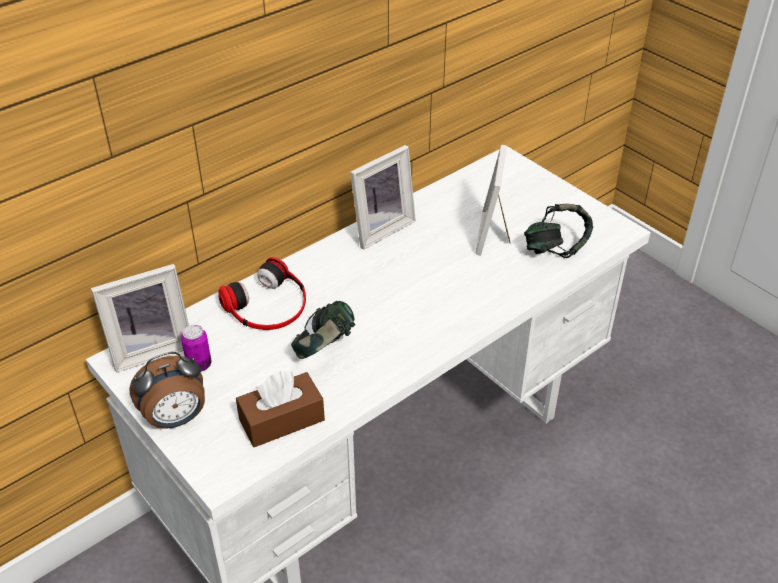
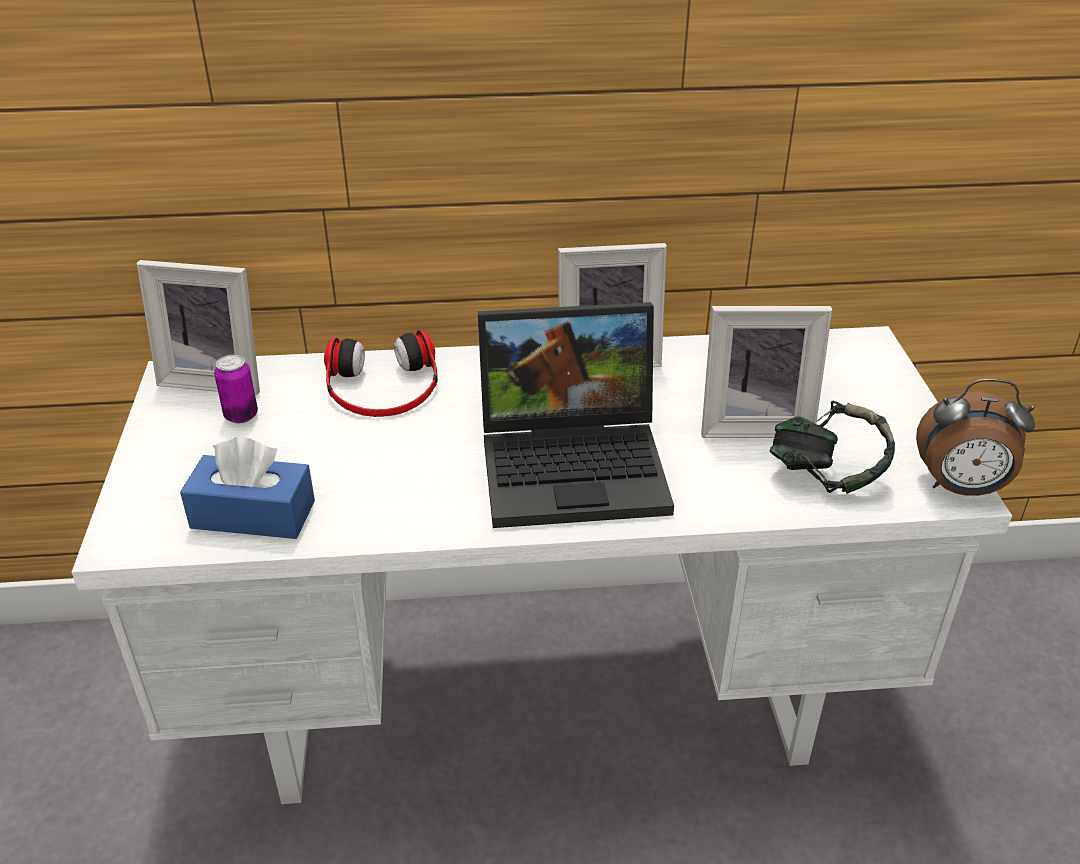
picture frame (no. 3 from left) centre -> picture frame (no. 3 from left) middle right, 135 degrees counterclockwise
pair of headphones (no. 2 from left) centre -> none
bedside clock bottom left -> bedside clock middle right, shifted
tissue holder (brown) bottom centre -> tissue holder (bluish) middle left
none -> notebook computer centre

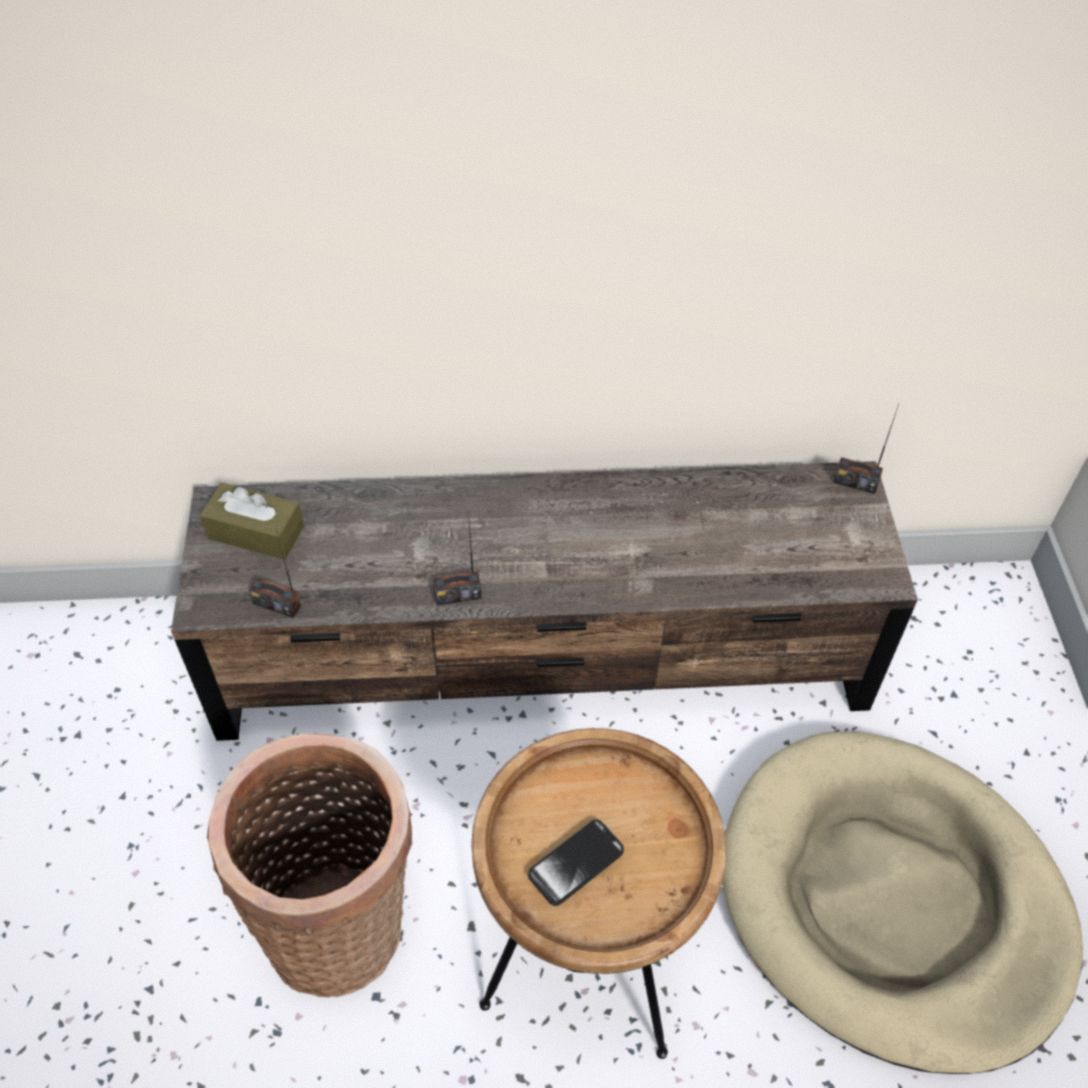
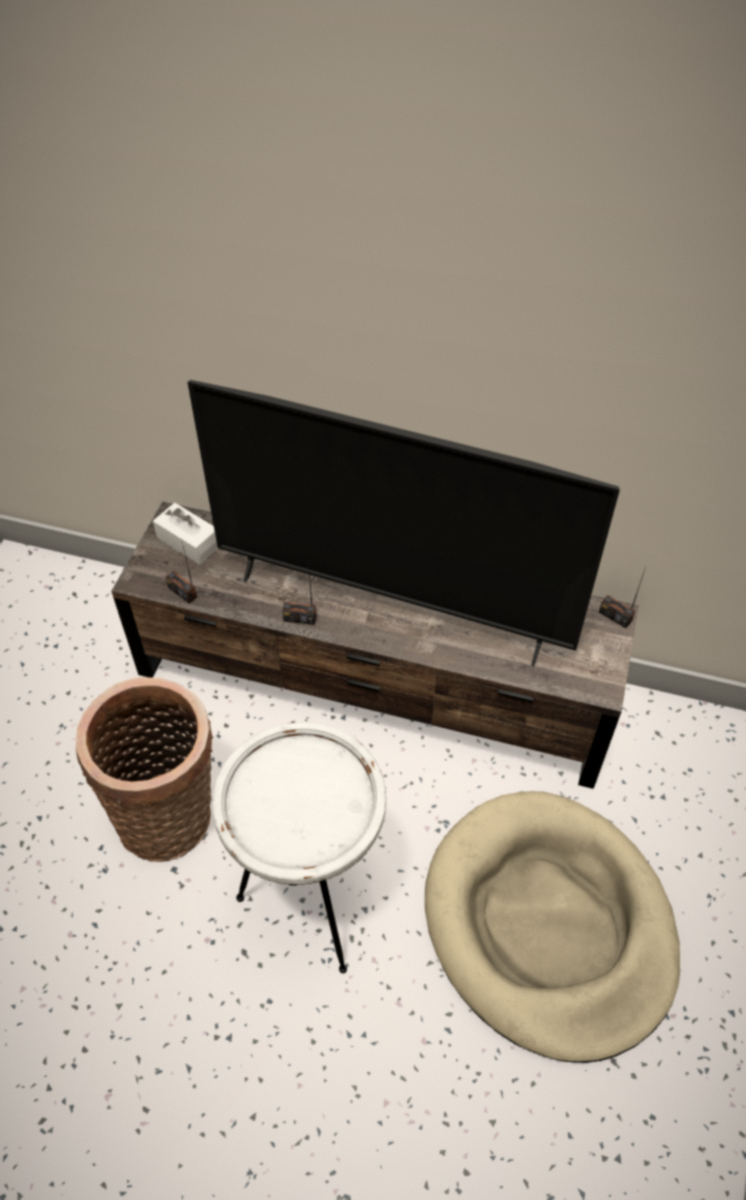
tissue holder (brown) middle left -> tissue holder (whitish) middle left
end table (brown) bottom centre -> end table (whitish) bottom centre
phone bottom centre -> none
none -> television centre

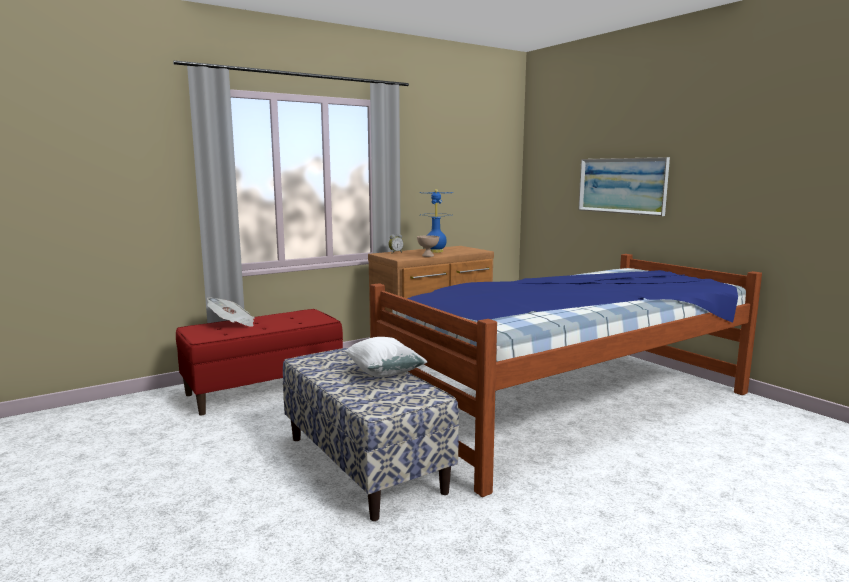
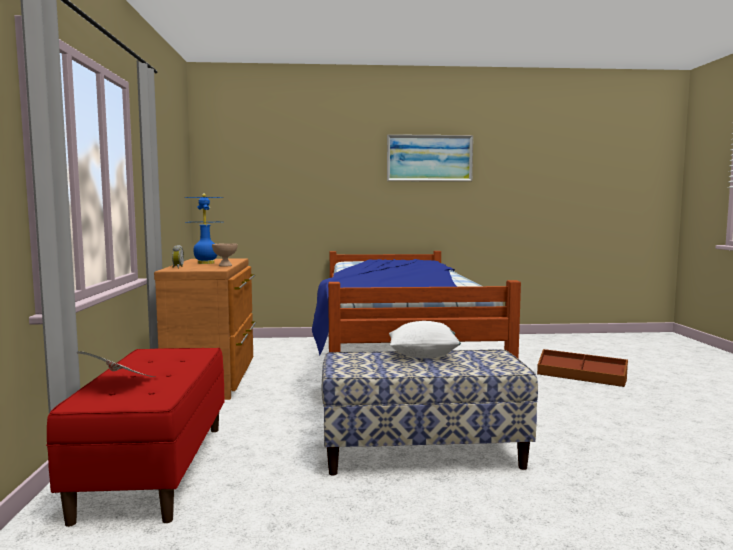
wall art top right -> wall art top centre, shifted
none -> storage box (brown) bottom right

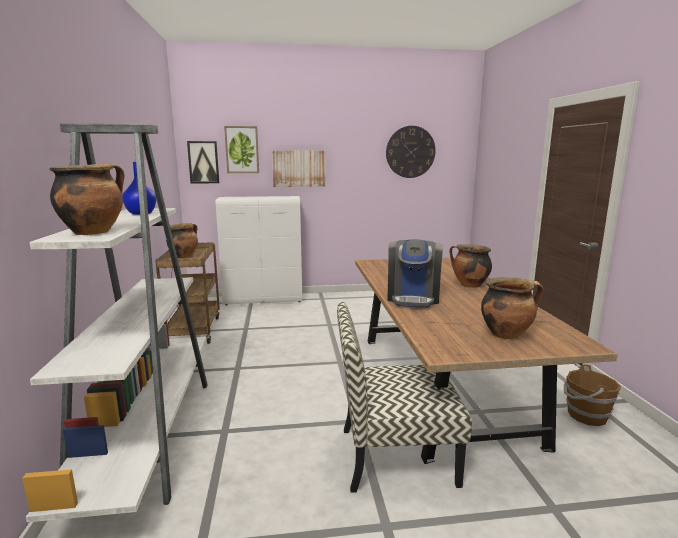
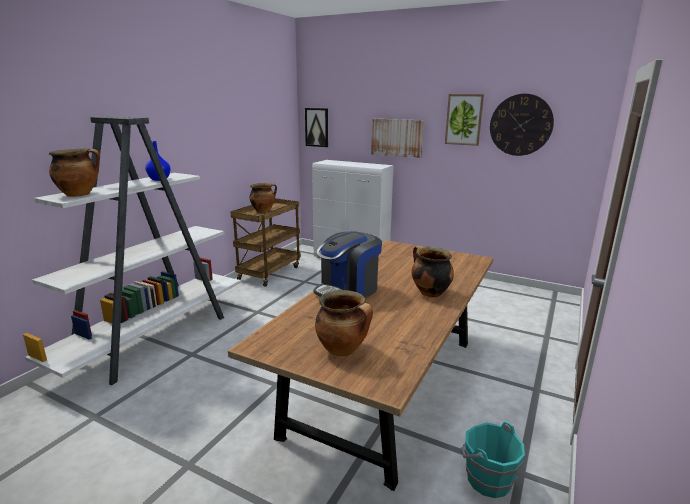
wall art (no. 2 from left in the first image) top centre -> wall art (no. 3 from left) top right, shifted
chair bottom centre -> none
water bucket (brown) bottom right -> water bucket (turquoise) bottom right

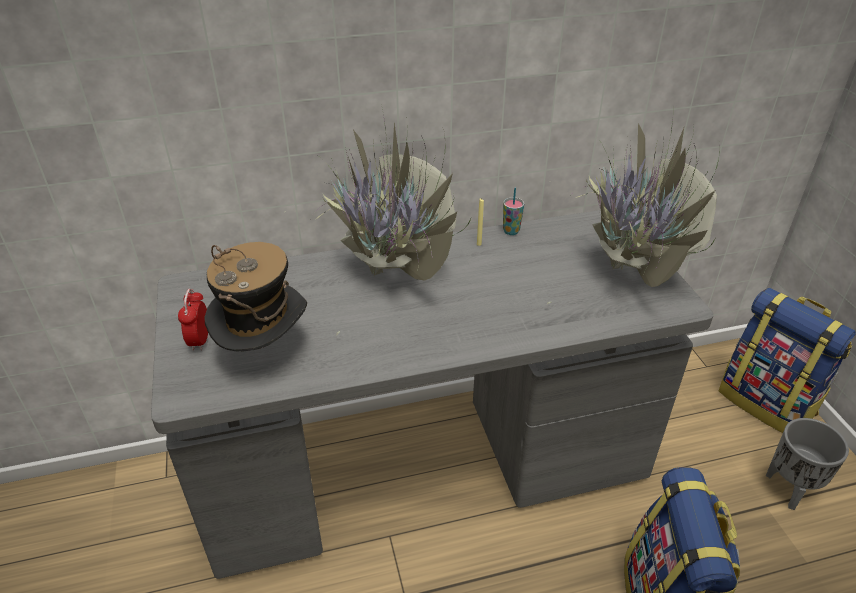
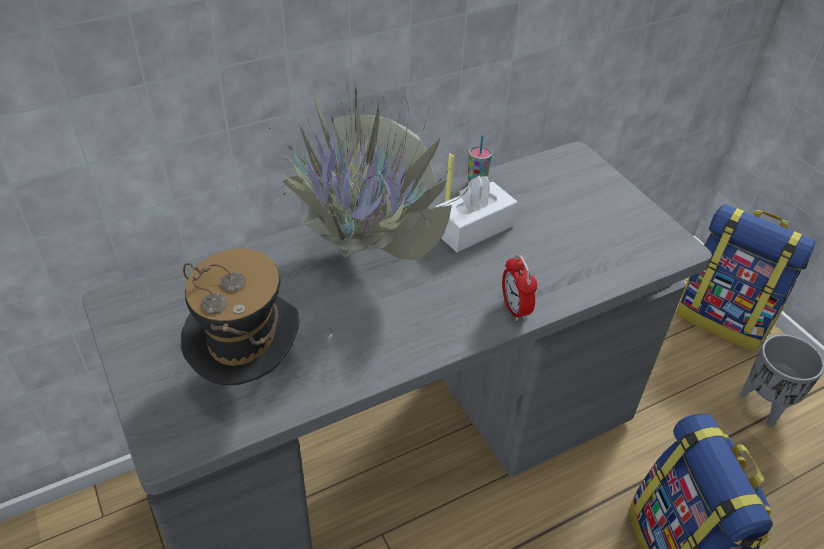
plant in a pot (no. 2 from left) middle right -> none
bedside clock middle left -> bedside clock centre, shifted
none -> tissue holder (whitish) centre

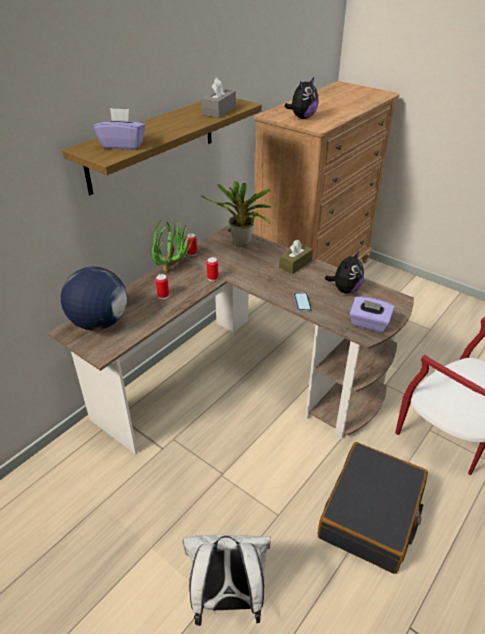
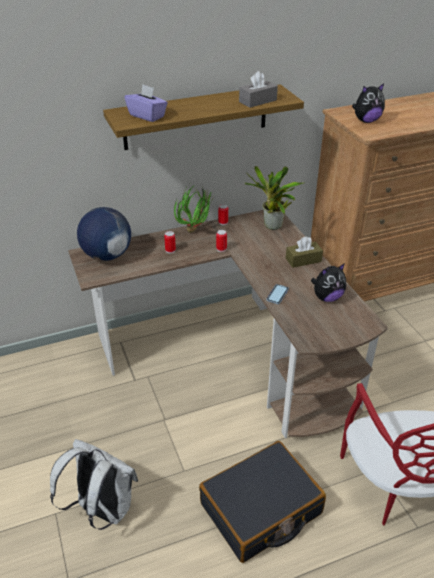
tissue holder (purple-coloured) (no. 2 from left) middle right -> none

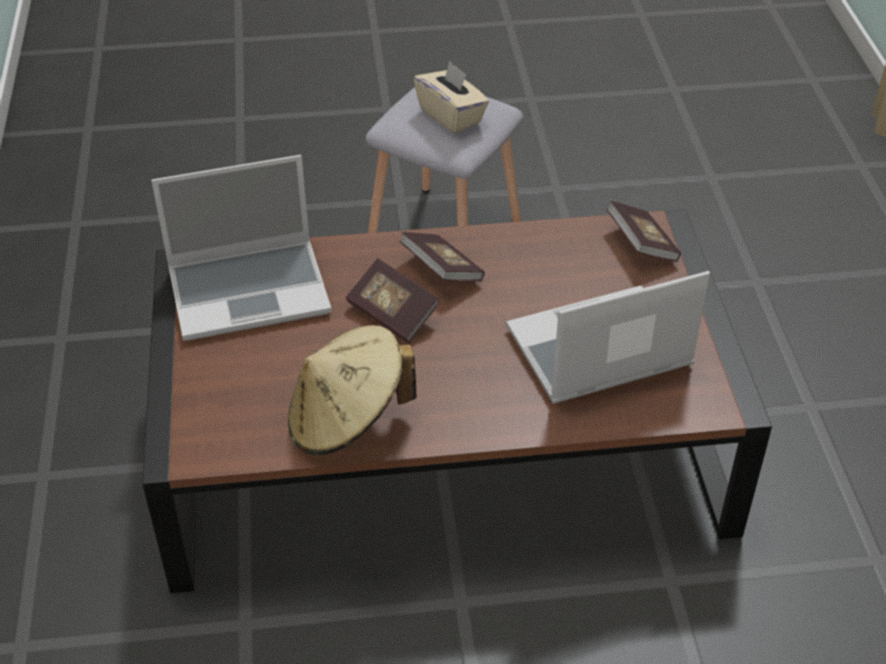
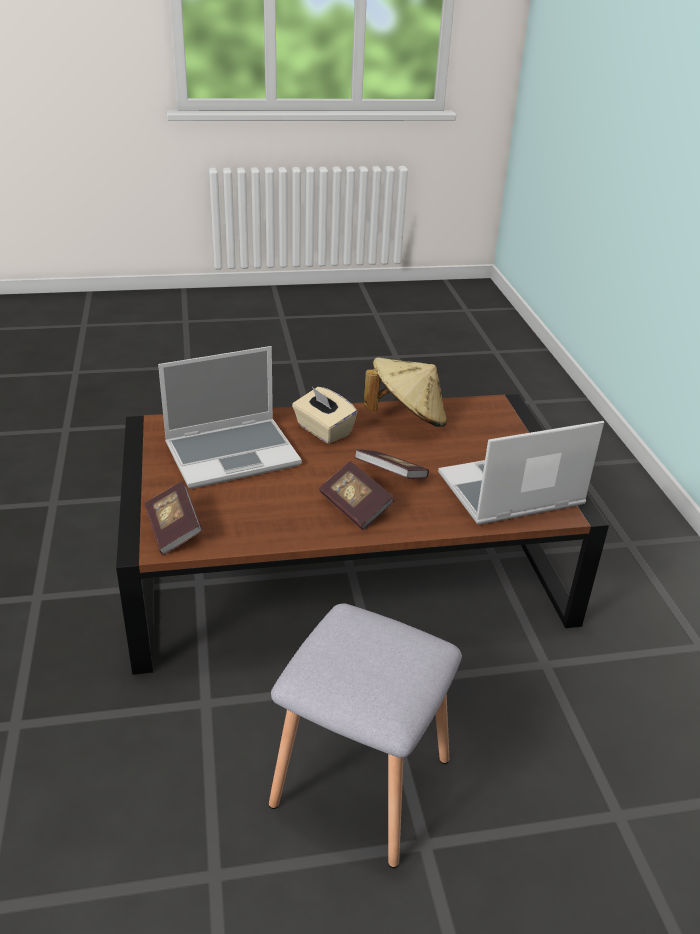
tissue holder (beige) top centre -> tissue holder (beige) centre, shifted

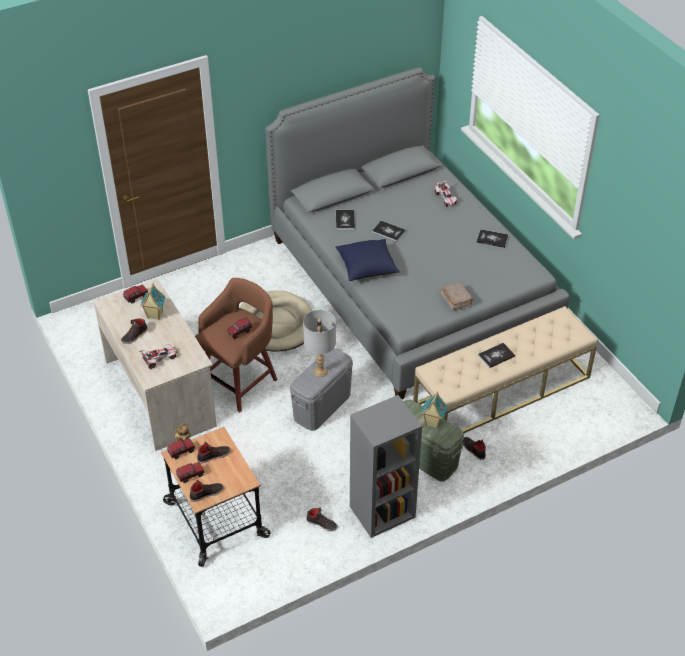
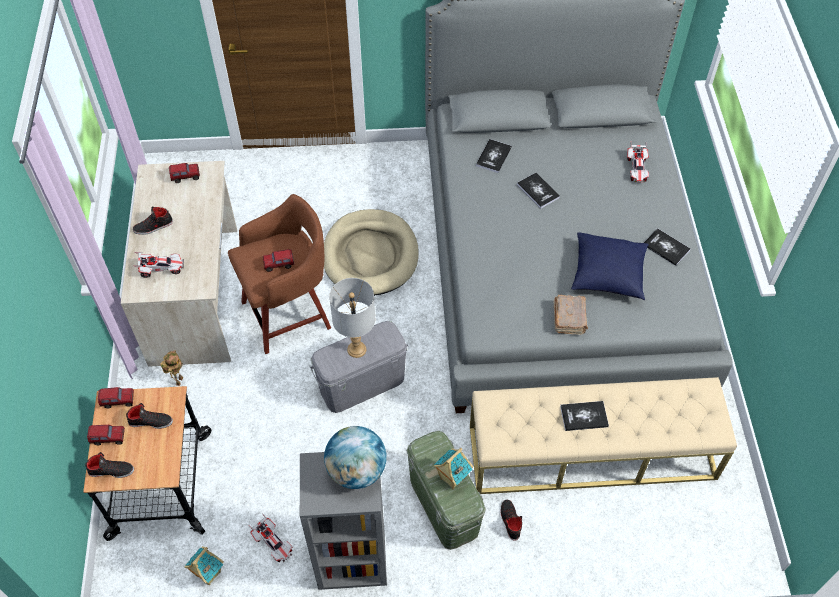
cushion (bluish) centre -> cushion (bluish) middle right, shifted
miniature house (no. 1 from left) middle left -> miniature house (no. 1 from left) bottom left, shifted
low shoe (black) (no. 4 from left) bottom centre -> miniature car (no. 2 from left) bottom left
none -> world globe bottom centre

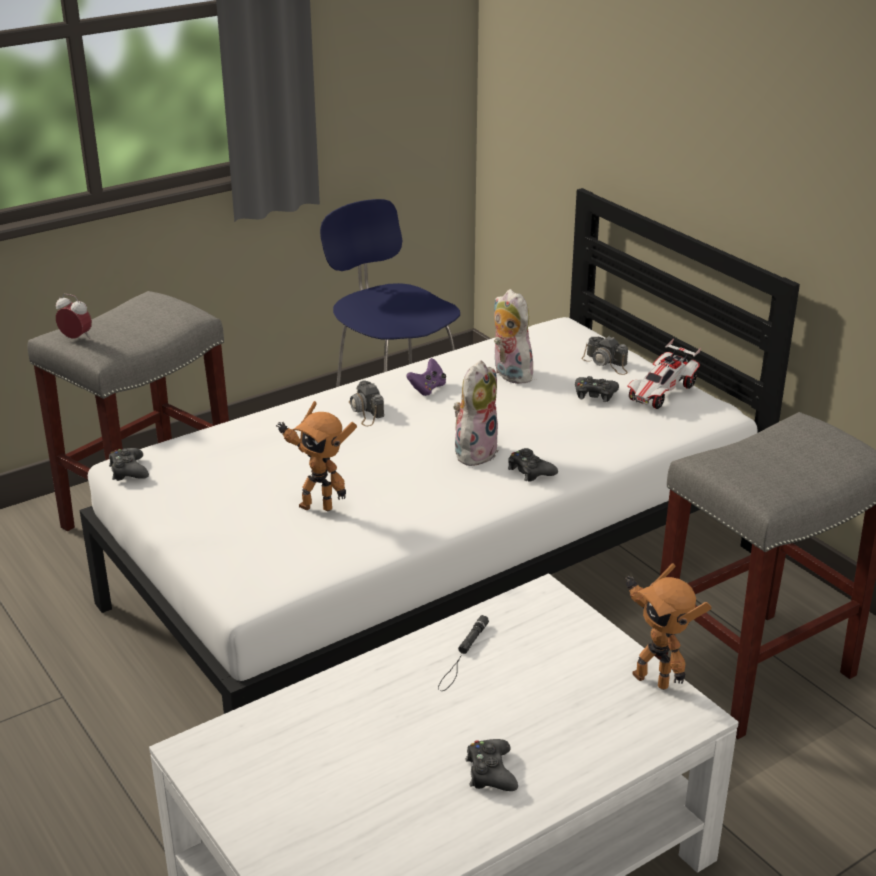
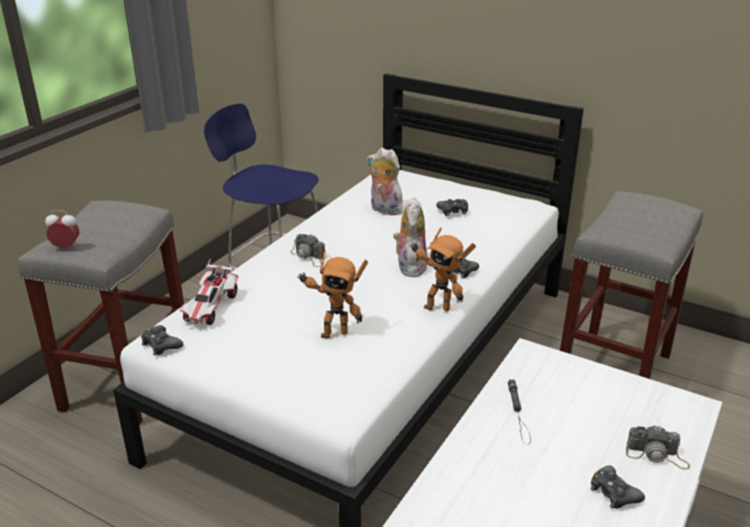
photo camera (no. 2 from left) middle right -> photo camera (no. 2 from left) bottom right, shifted
miniature car middle right -> miniature car middle left, shifted
joypad (purple-coloured) centre -> none
toy robot (no. 2 from left) bottom right -> toy robot (no. 2 from left) centre, shifted

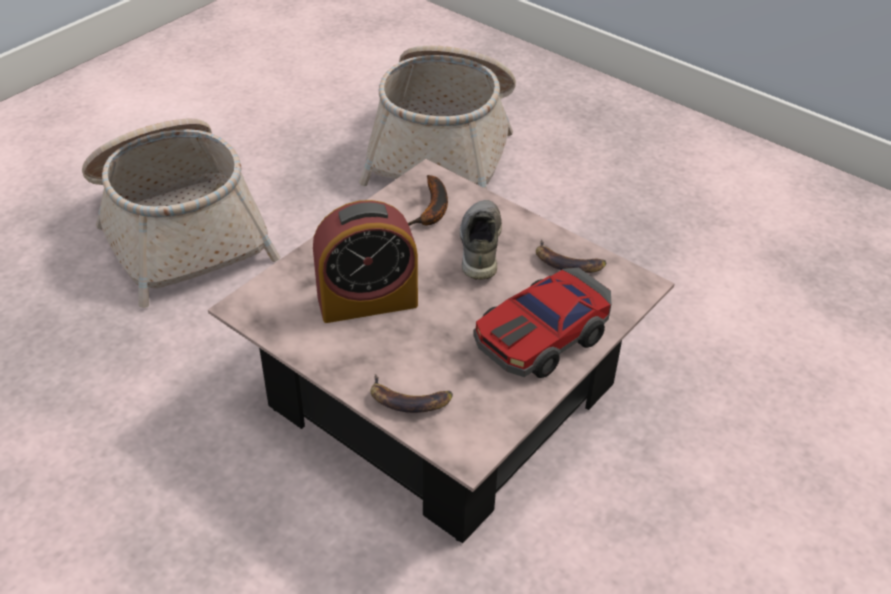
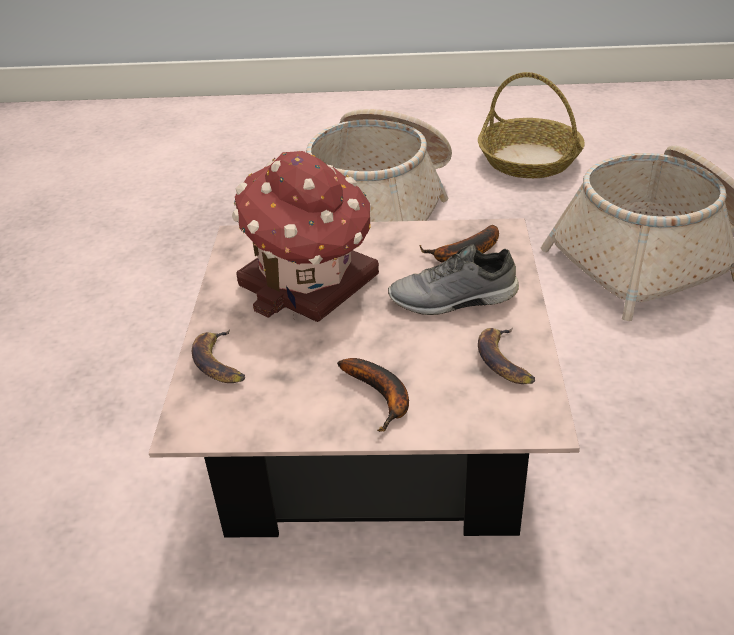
bedside clock centre -> miniature house centre
low shoe (grey) centre, 150 degrees counterclockwise
miniature car centre -> banana (no. 2 from left) centre
none -> basket (no. 2 from left) top right

